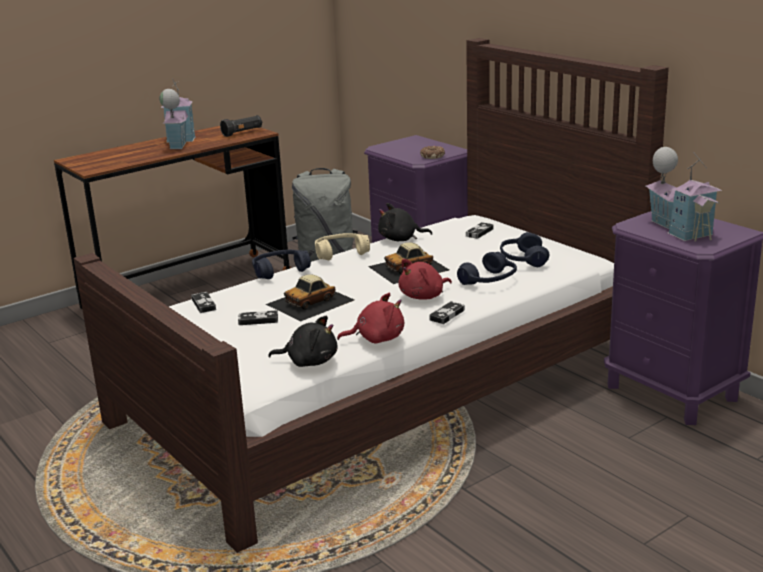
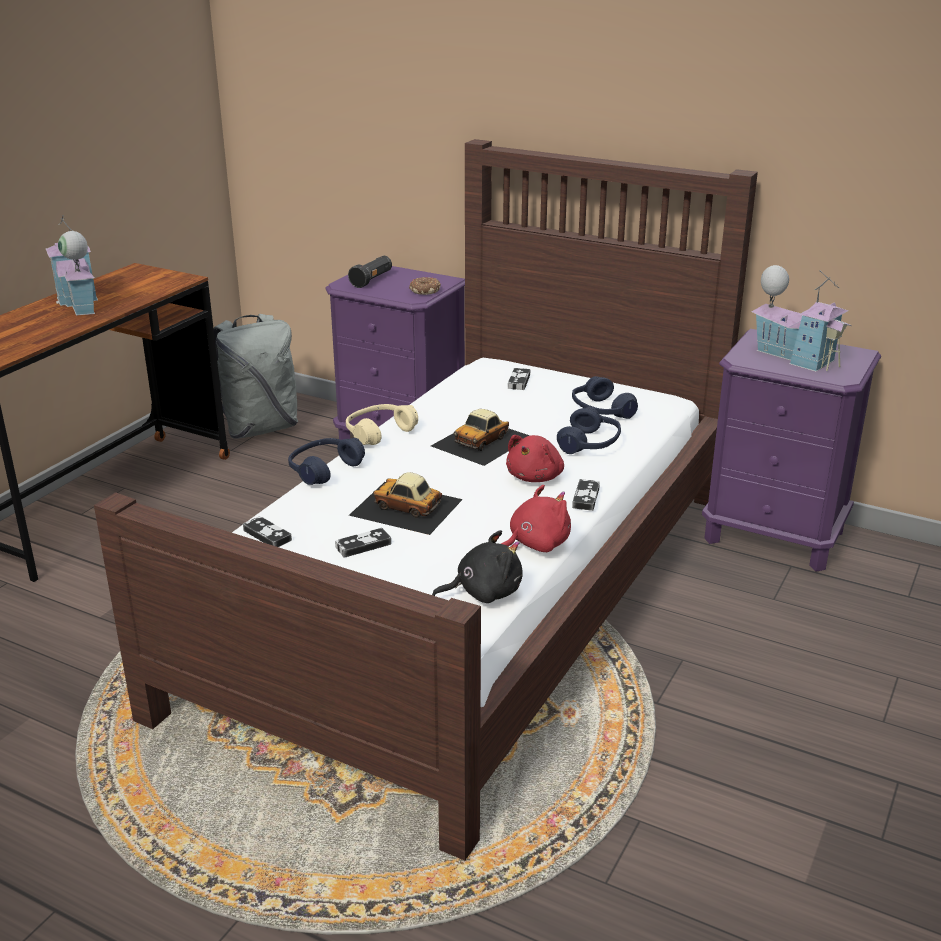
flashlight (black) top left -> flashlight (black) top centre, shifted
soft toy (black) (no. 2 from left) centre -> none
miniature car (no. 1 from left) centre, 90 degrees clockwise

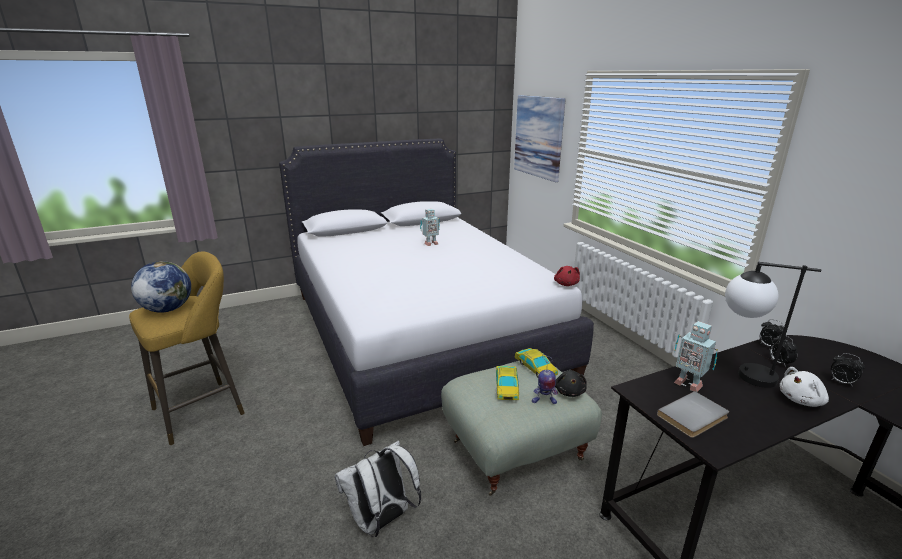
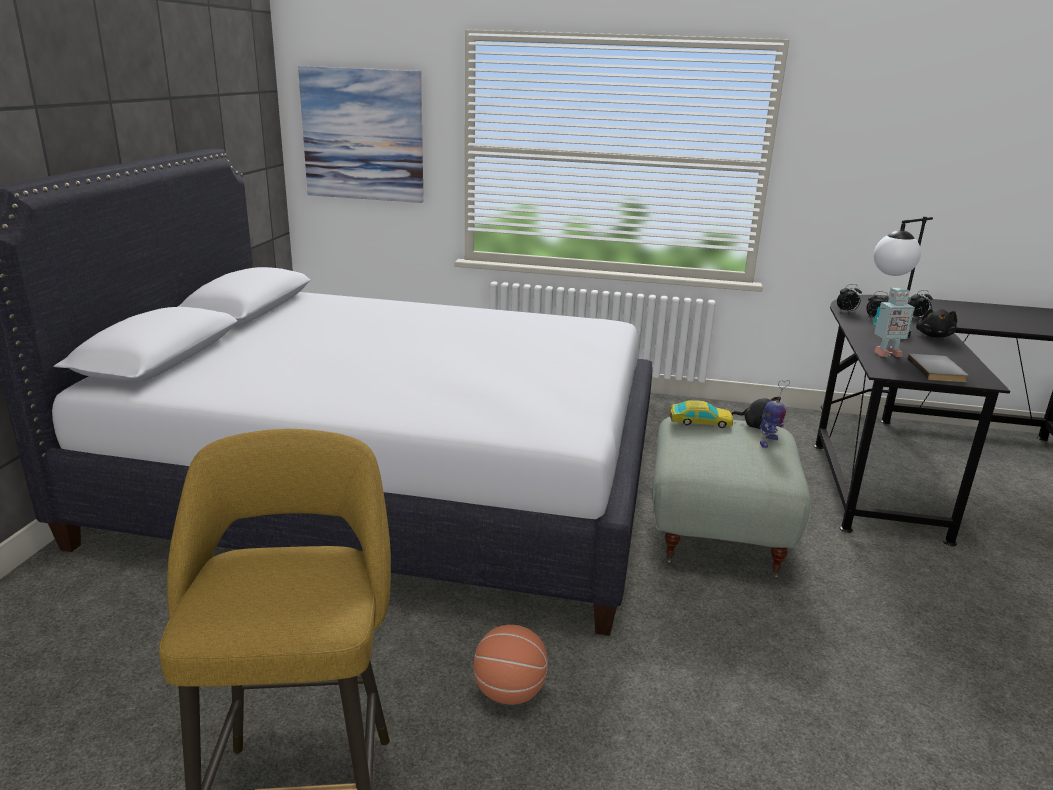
toy robot (no. 1 from left) centre -> none
world globe middle left -> none
soft toy (red) centre -> none
miniature car (no. 1 from left) bottom centre -> none
soft toy (whitish) bottom right -> soft toy (black) (no. 2 from left) middle right
rucksack (whitish) bottom centre -> none
none -> ball for basketball bottom centre

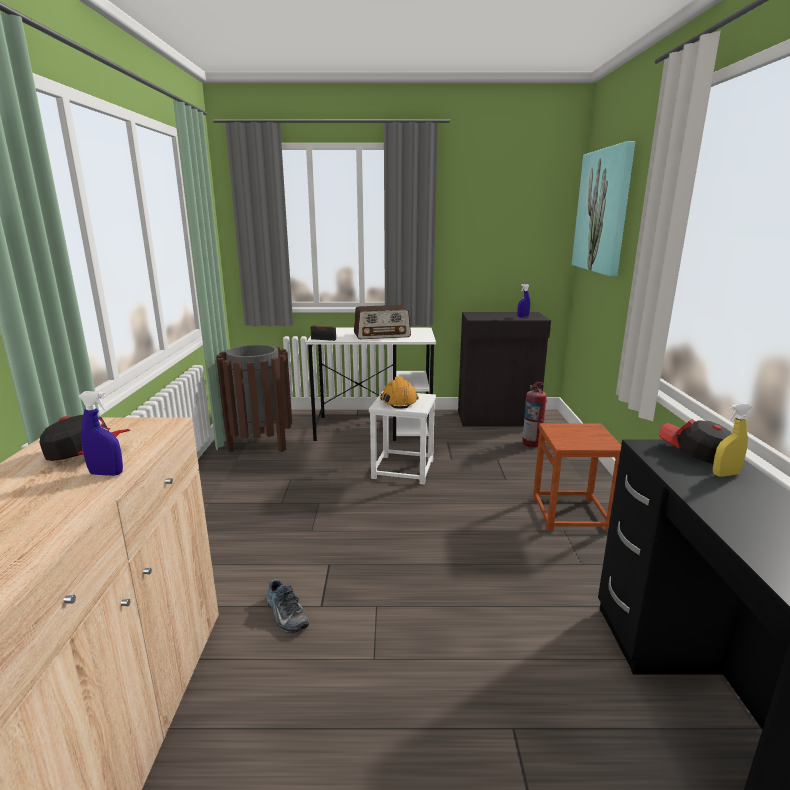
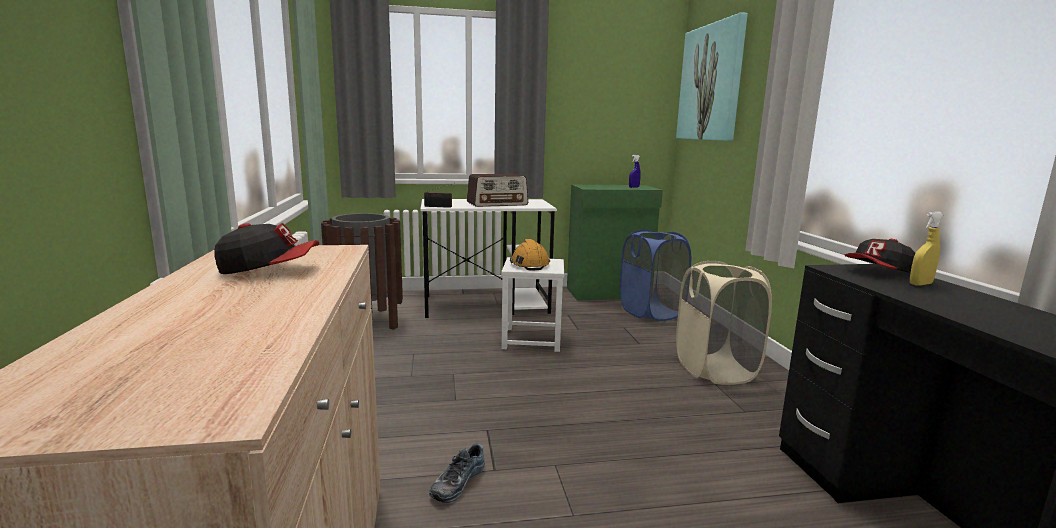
storage cabinet (black) centre -> storage cabinet (green-coloured) centre
extinguisher middle right -> laundry basket (bluish) centre
hand sprayer (bluish) (no. 1 from left) middle left -> none
peaked cap (no. 2 from left) middle right, 60 degrees counterclockwise
sitting stool (brown) middle right -> laundry basket (beige) middle right
low shoe bottom centre, 75 degrees clockwise

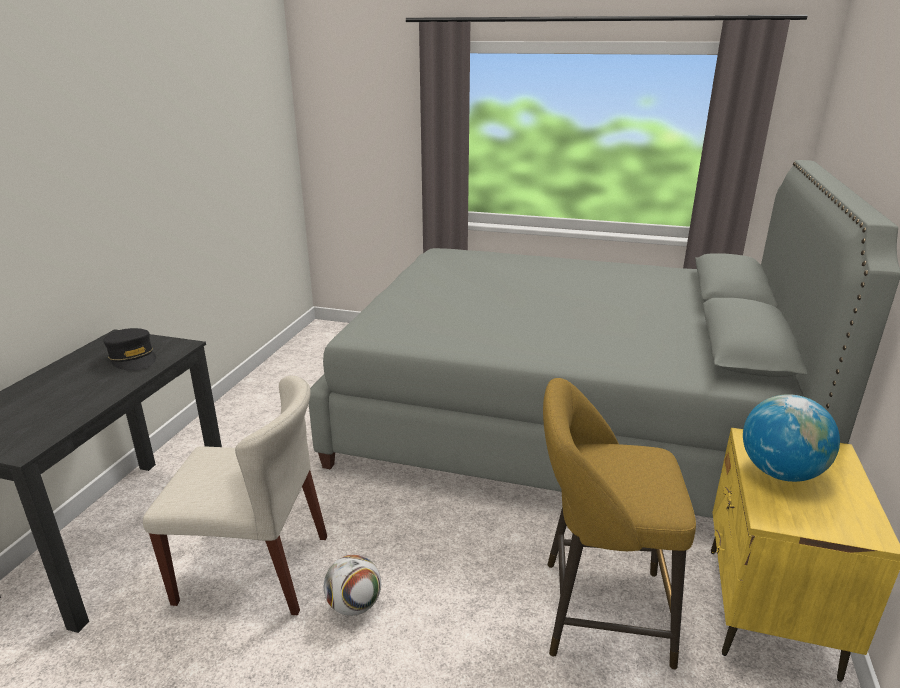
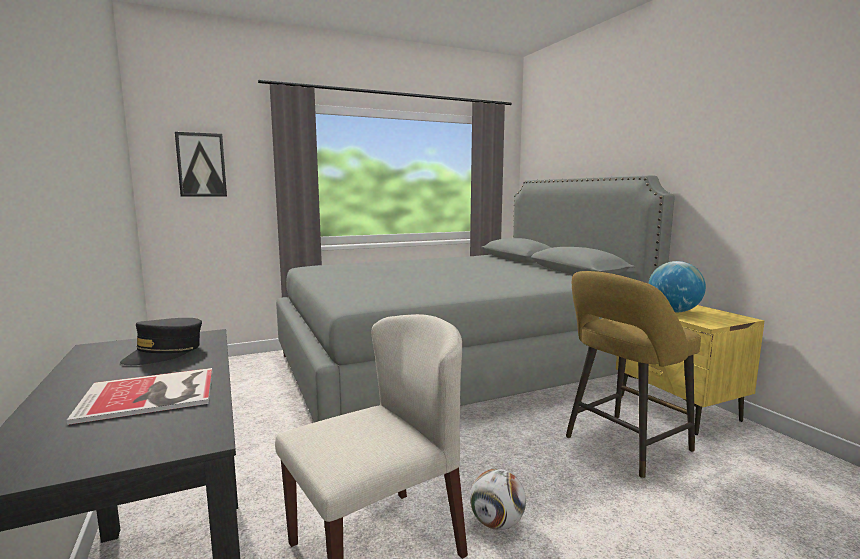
peaked cap (black) middle left, 105 degrees clockwise
none -> wall art top left
none -> book bottom left

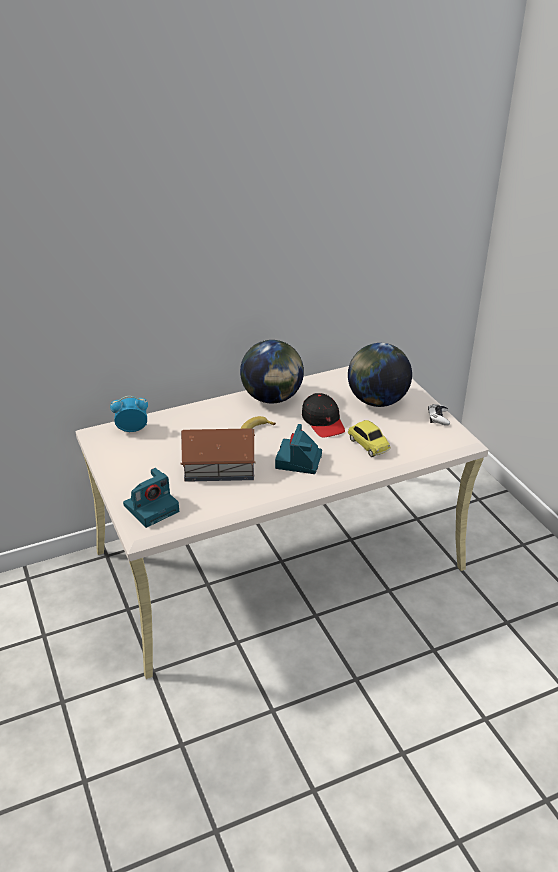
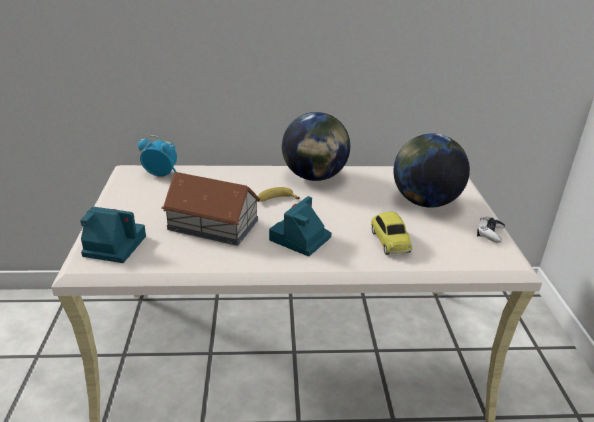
peaked cap (black) centre -> none
photo camera (no. 1 from left) middle left, 150 degrees counterclockwise

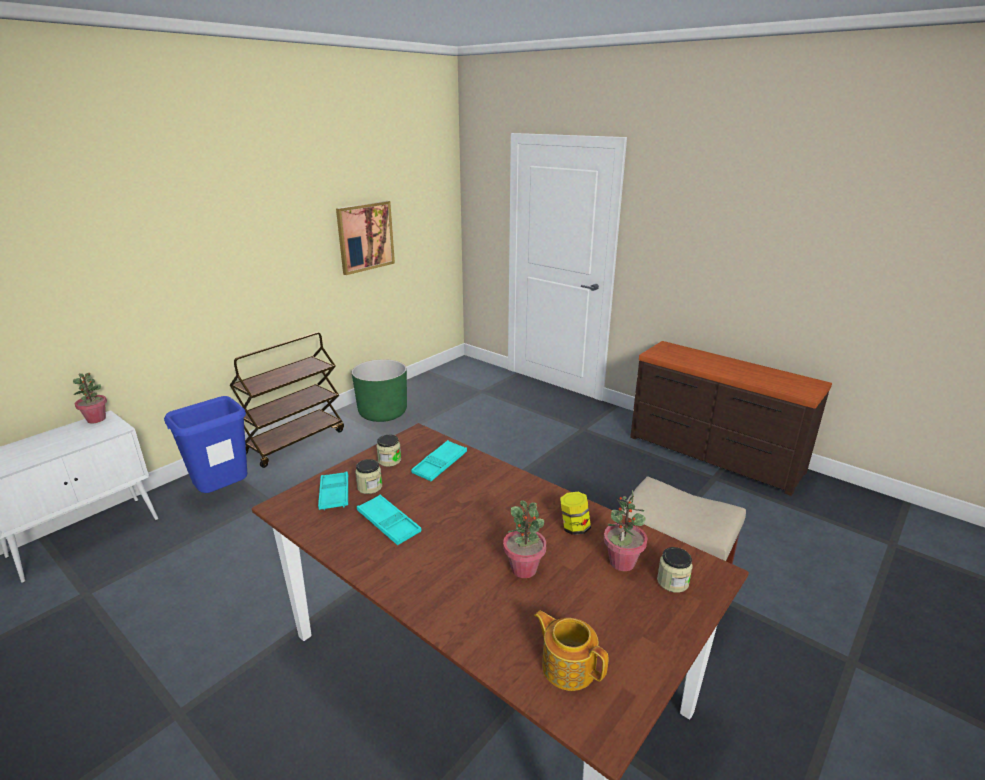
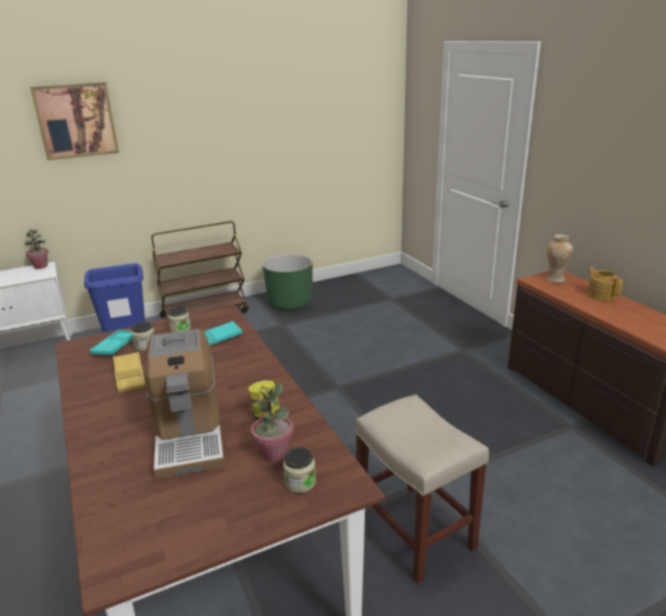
wall art top centre -> wall art top left, shifted
carrying tray (turquoise) (no. 2 from left) bottom centre -> carrying tray (yellow-coloured) middle left
plant in a pot (no. 2 from left) bottom centre -> coffee machine middle left
teapot bottom centre -> teapot middle right, shifted
none -> flower vase middle right

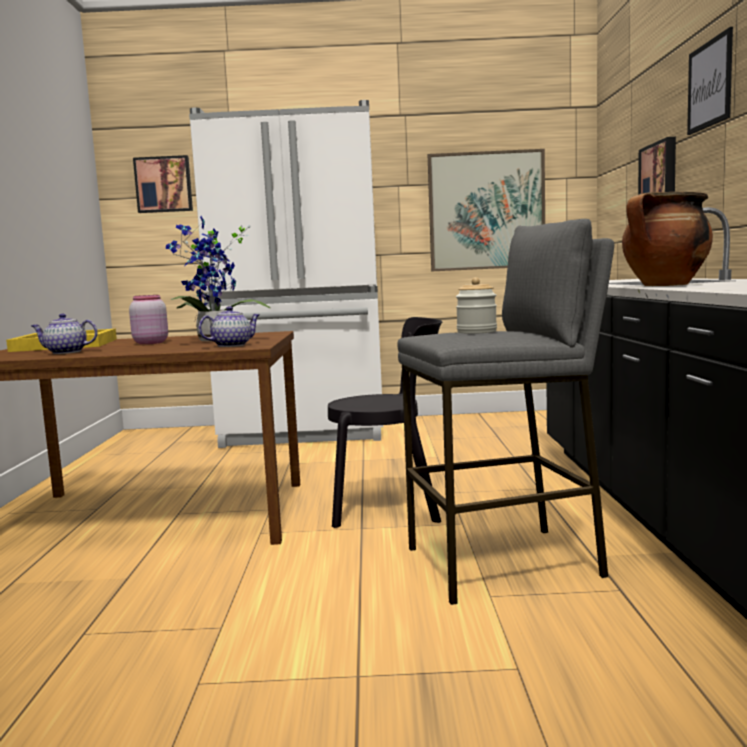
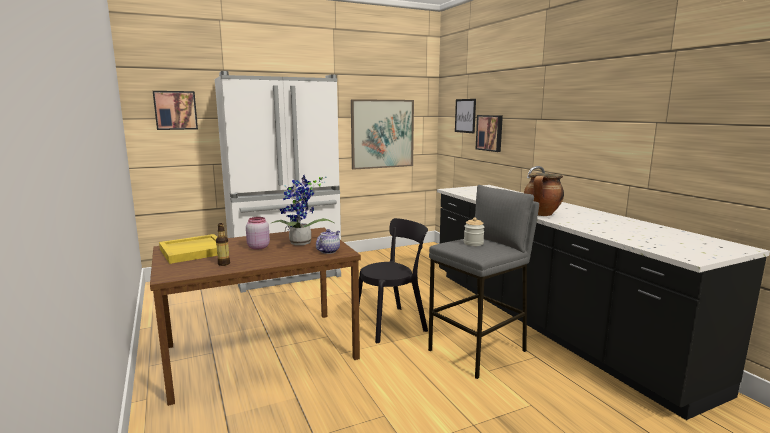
wall art (no. 4 from left in the first image) top right -> wall art (no. 3 from left) top centre, shifted
teapot (no. 1 from left) middle left -> beverage bottle middle left

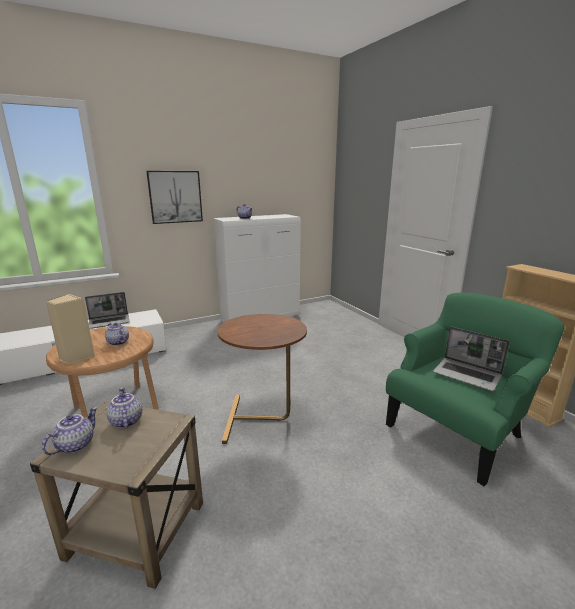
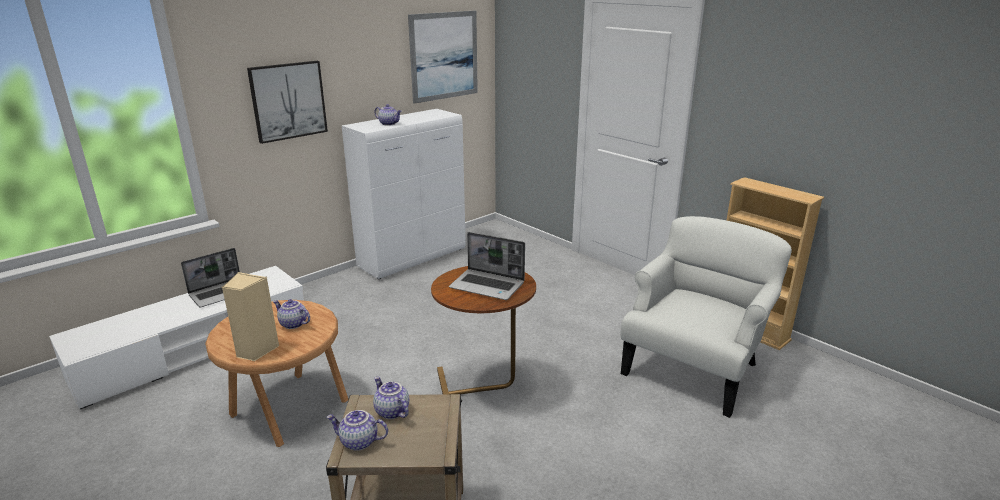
easy chair (green-coloured) middle right -> easy chair (whitish) middle right
notebook computer (no. 2 from left) middle right -> notebook computer (no. 2 from left) centre, shifted
teapot (no. 1 from left in the first image) bottom left -> teapot (no. 2 from left) bottom centre, 90 degrees counterclockwise
none -> wall art (no. 2 from left) top centre

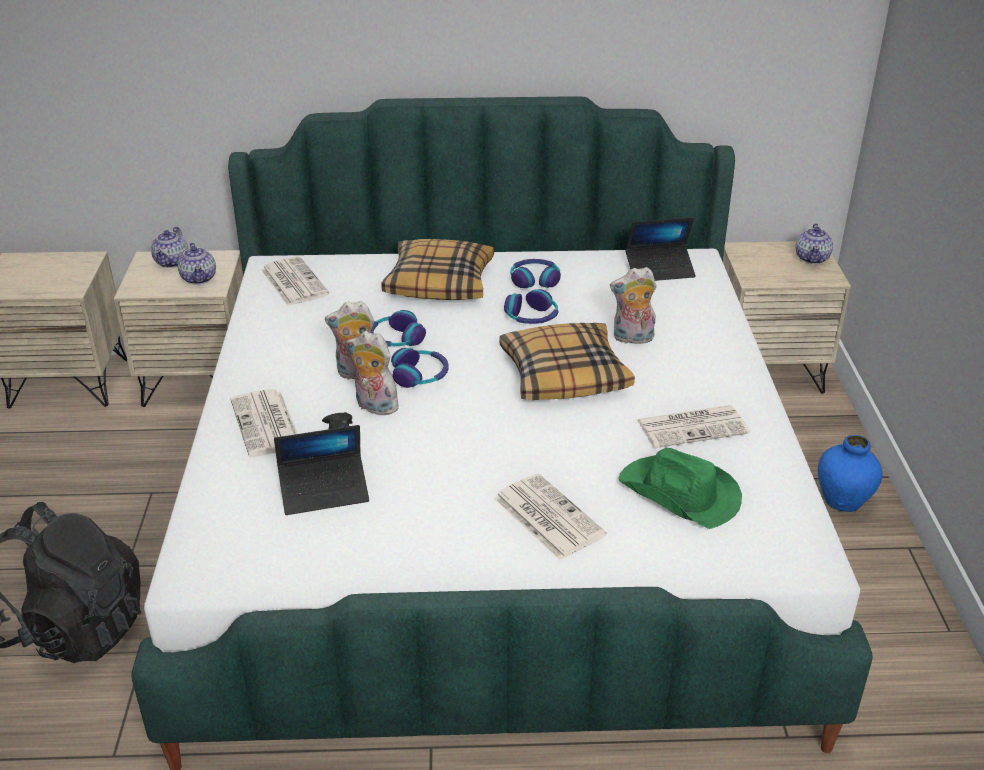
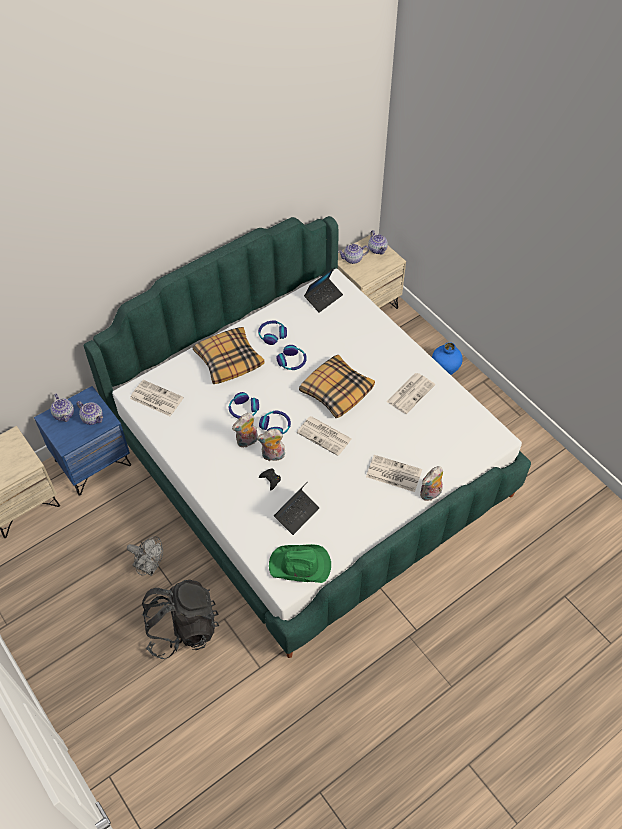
night table (beige) (no. 2 from left) middle left -> night table (bluish) middle left
soft toy (no. 3 from left) centre -> soft toy (no. 3 from left) middle right, shifted
printed paper (no. 1 from left in the first image) middle left -> printed paper (no. 2 from left) centre, shifted
clothing hat (green-coloured) middle right -> clothing hat (green-coloured) bottom centre, shifted
none -> teapot (no. 3 from left) top centre
none -> fan (grey) bottom left

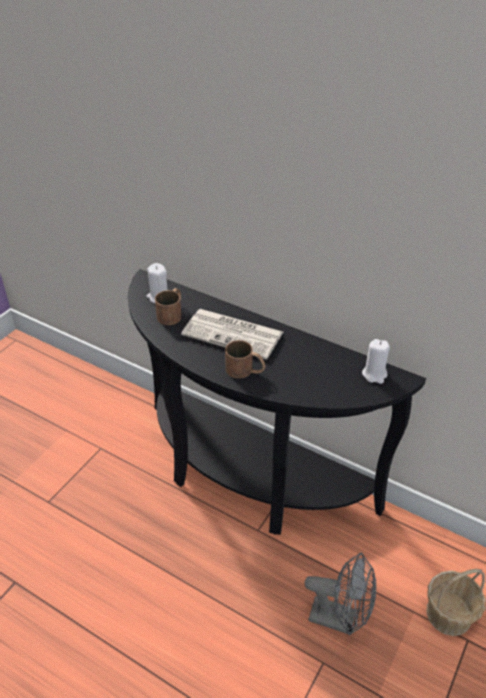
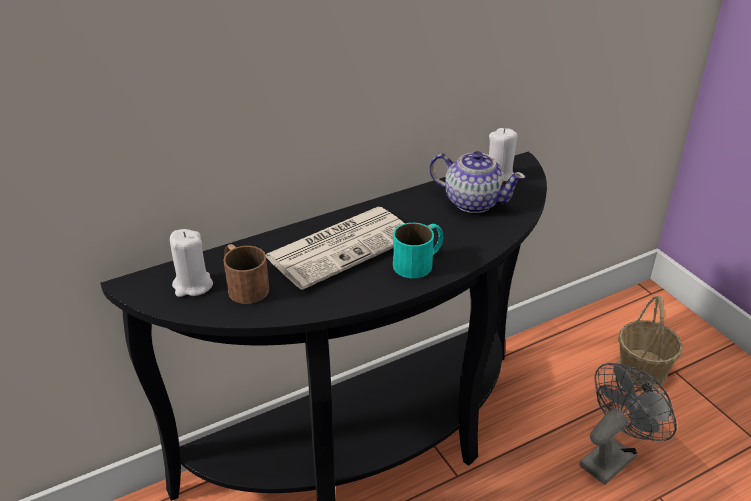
tea mug (brown) (no. 2 from left) centre -> tea mug (turquoise) centre
none -> teapot centre

